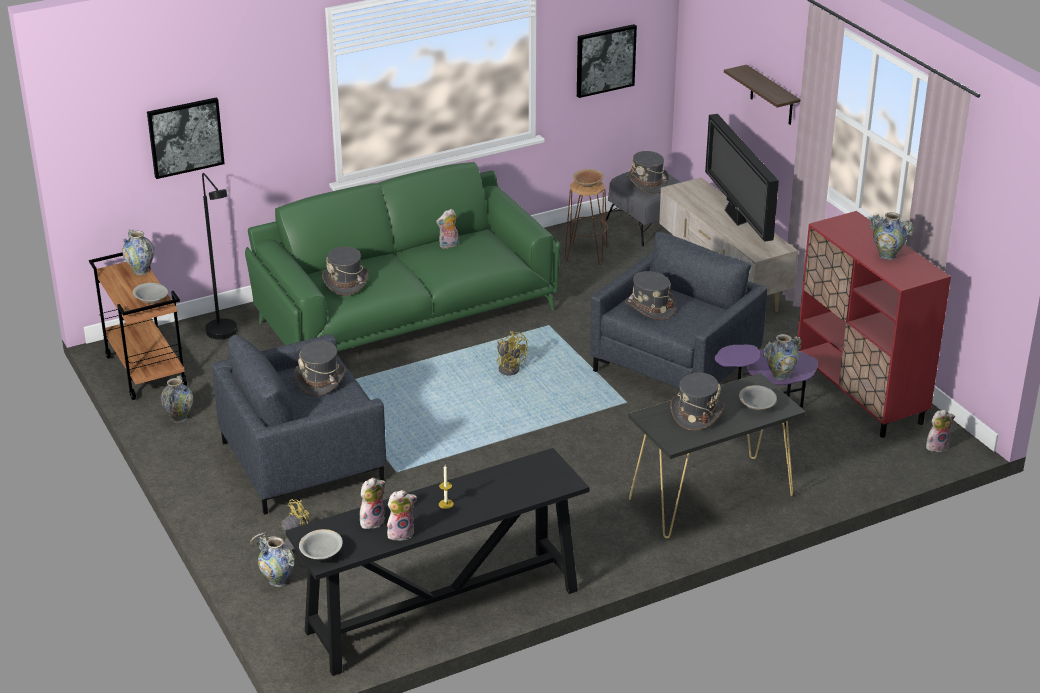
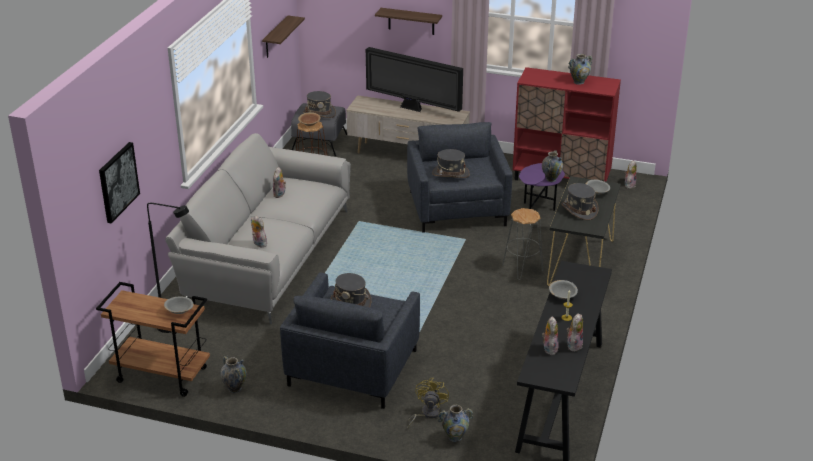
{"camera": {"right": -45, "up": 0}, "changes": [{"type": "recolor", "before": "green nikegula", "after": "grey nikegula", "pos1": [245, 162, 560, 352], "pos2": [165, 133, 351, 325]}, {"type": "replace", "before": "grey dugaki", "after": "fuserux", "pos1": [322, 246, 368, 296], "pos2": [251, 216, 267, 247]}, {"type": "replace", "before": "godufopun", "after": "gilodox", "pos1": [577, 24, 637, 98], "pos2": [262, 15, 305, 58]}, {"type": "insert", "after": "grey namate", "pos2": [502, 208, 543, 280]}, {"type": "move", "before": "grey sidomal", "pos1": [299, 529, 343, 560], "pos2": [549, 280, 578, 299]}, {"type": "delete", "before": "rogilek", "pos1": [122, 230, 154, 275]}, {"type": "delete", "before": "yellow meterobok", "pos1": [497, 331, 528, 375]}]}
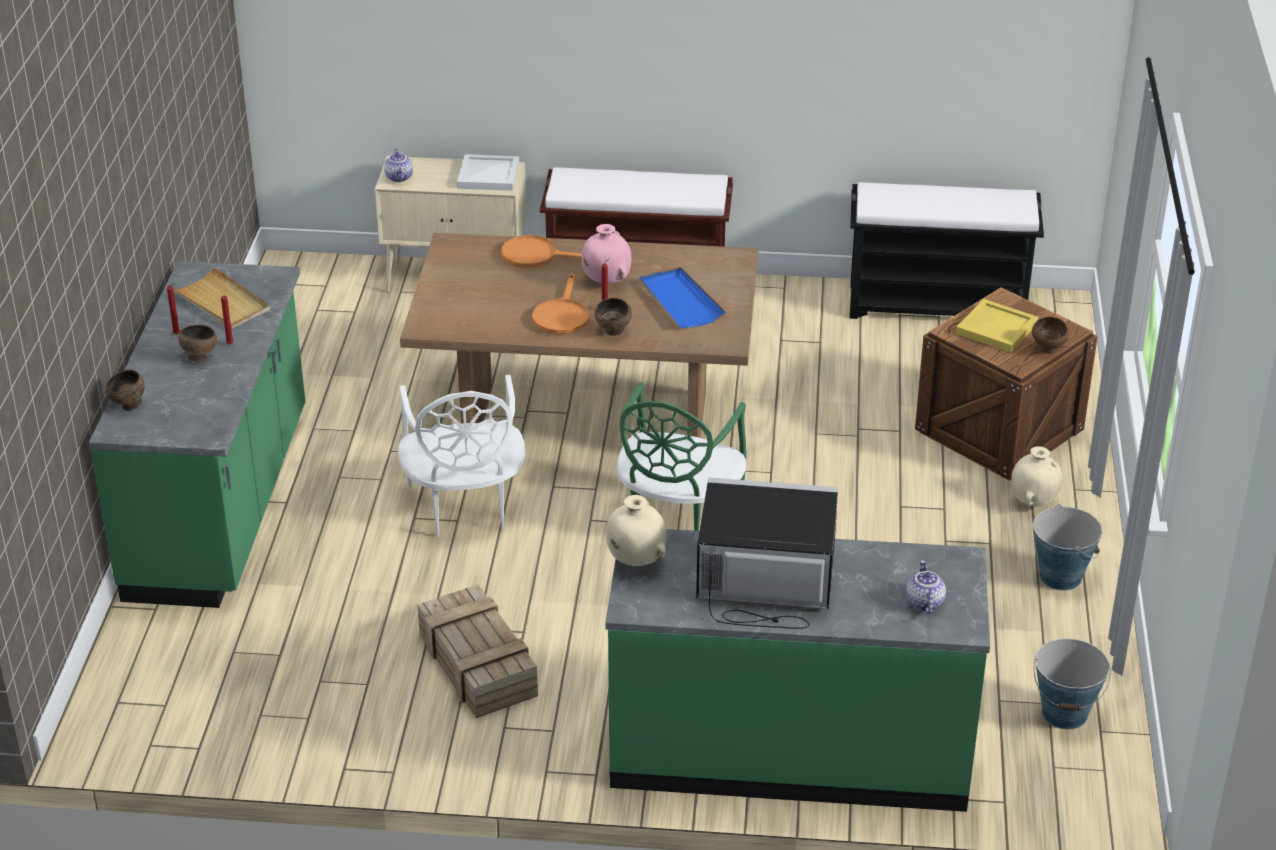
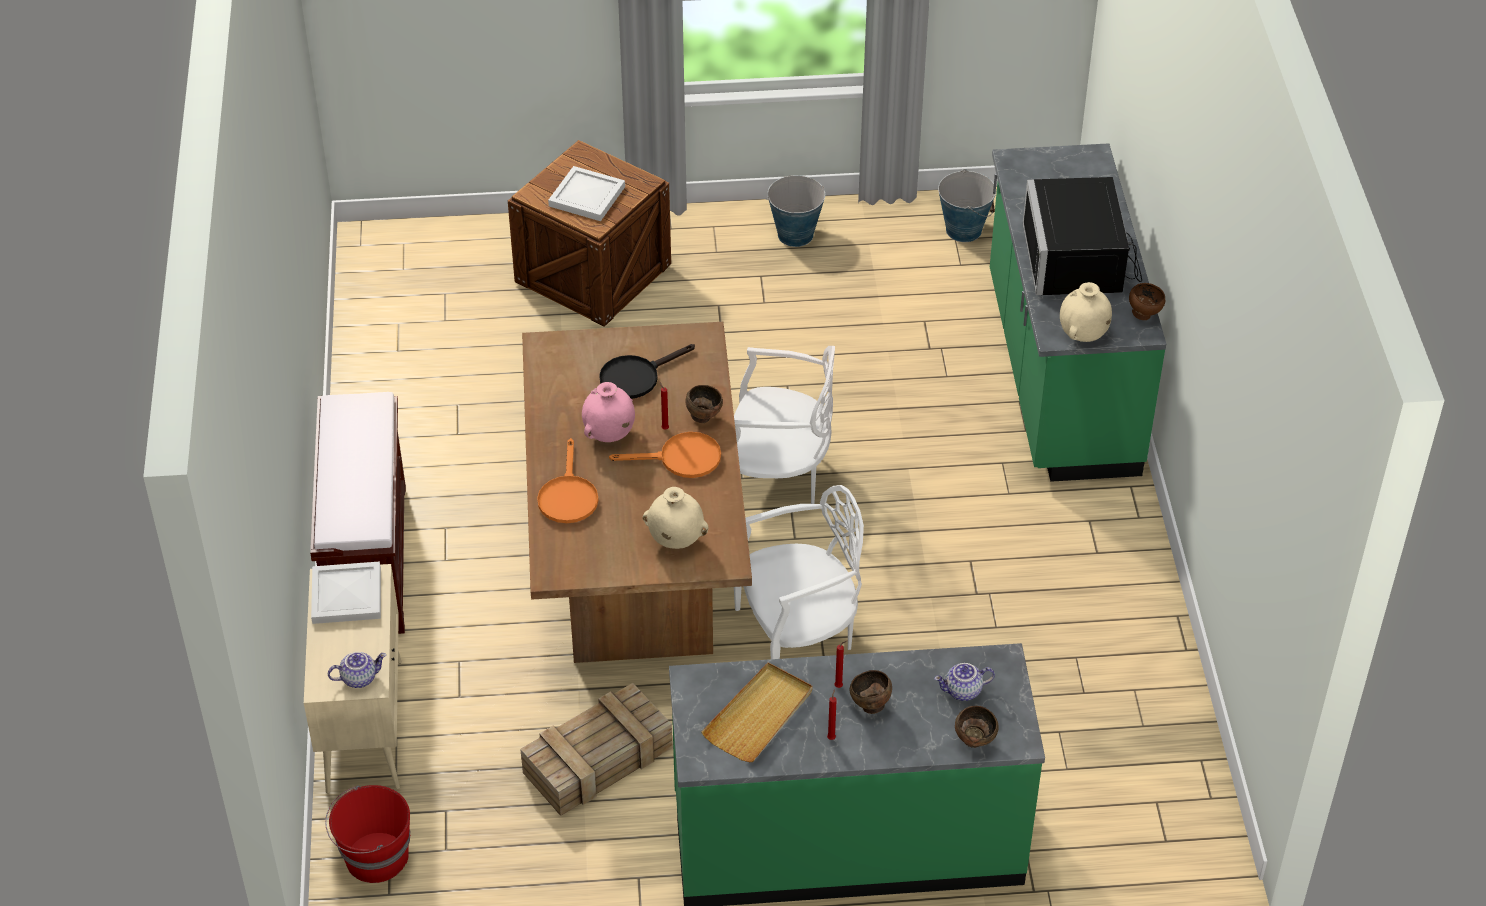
{"camera": {"right": -100, "up": 10}, "changes": [{"type": "insert", "after": "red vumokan", "pos2": [325, 785, 410, 883]}, {"type": "move", "before": "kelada", "pos1": [417, 584, 538, 718], "pos2": [520, 683, 673, 816]}, {"type": "recolor", "before": "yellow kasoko", "after": "white kasoko", "pos1": [956, 299, 1038, 353], "pos2": [548, 166, 625, 221]}, {"type": "replace", "before": "blue kasoko", "after": "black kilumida", "pos1": [640, 267, 726, 328], "pos2": [599, 344, 695, 399]}, {"type": "move", "before": "beige rogilek", "pos1": [1011, 446, 1063, 507], "pos2": [642, 487, 708, 549]}, {"type": "recolor", "before": "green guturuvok", "after": "white guturuvok", "pos1": [617, 382, 747, 531], "pos2": [734, 346, 835, 504]}, {"type": "move", "before": "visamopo", "pos1": [906, 560, 946, 614], "pos2": [934, 663, 995, 701]}, {"type": "move", "before": "brown sidomal", "pos1": [1032, 317, 1069, 354], "pos2": [1129, 283, 1165, 320]}, {"type": "delete", "before": "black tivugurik", "pos1": [850, 182, 1044, 319]}]}
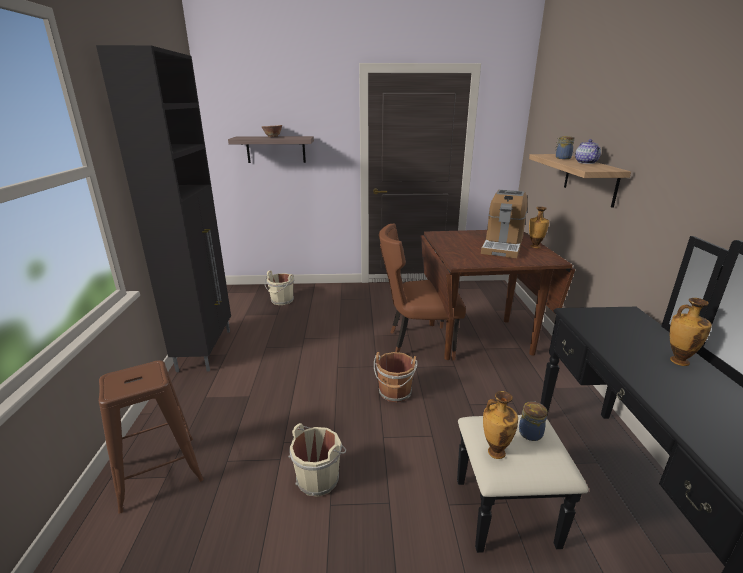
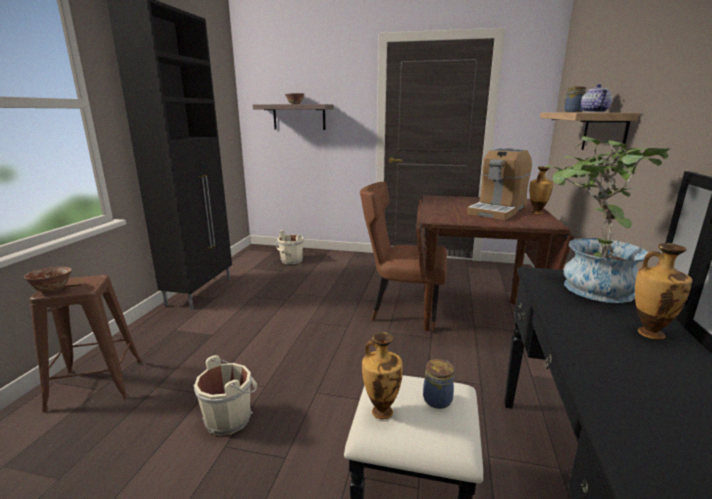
{"camera": {"right": 15, "up": -5}, "changes": [{"type": "insert", "after": "sidomal", "pos2": [24, 267, 72, 293]}, {"type": "insert", "after": "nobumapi", "pos2": [544, 136, 671, 303]}, {"type": "delete", "before": "brown vumokan", "pos1": [374, 352, 417, 402]}]}
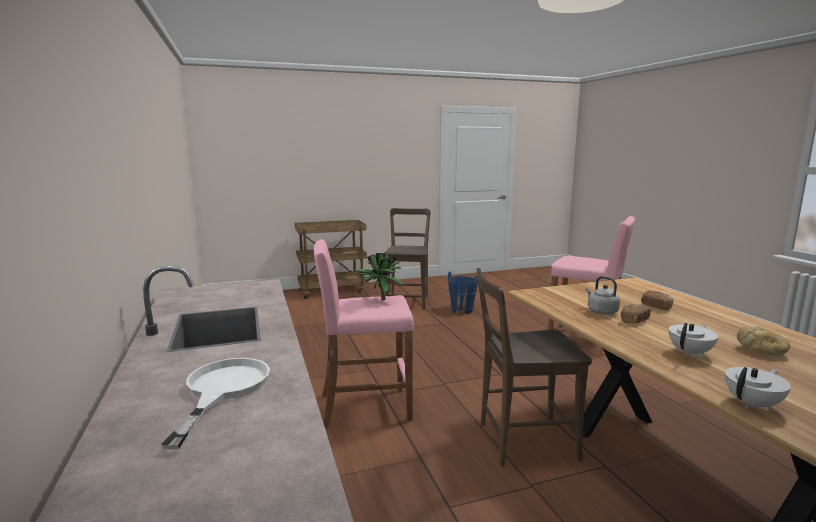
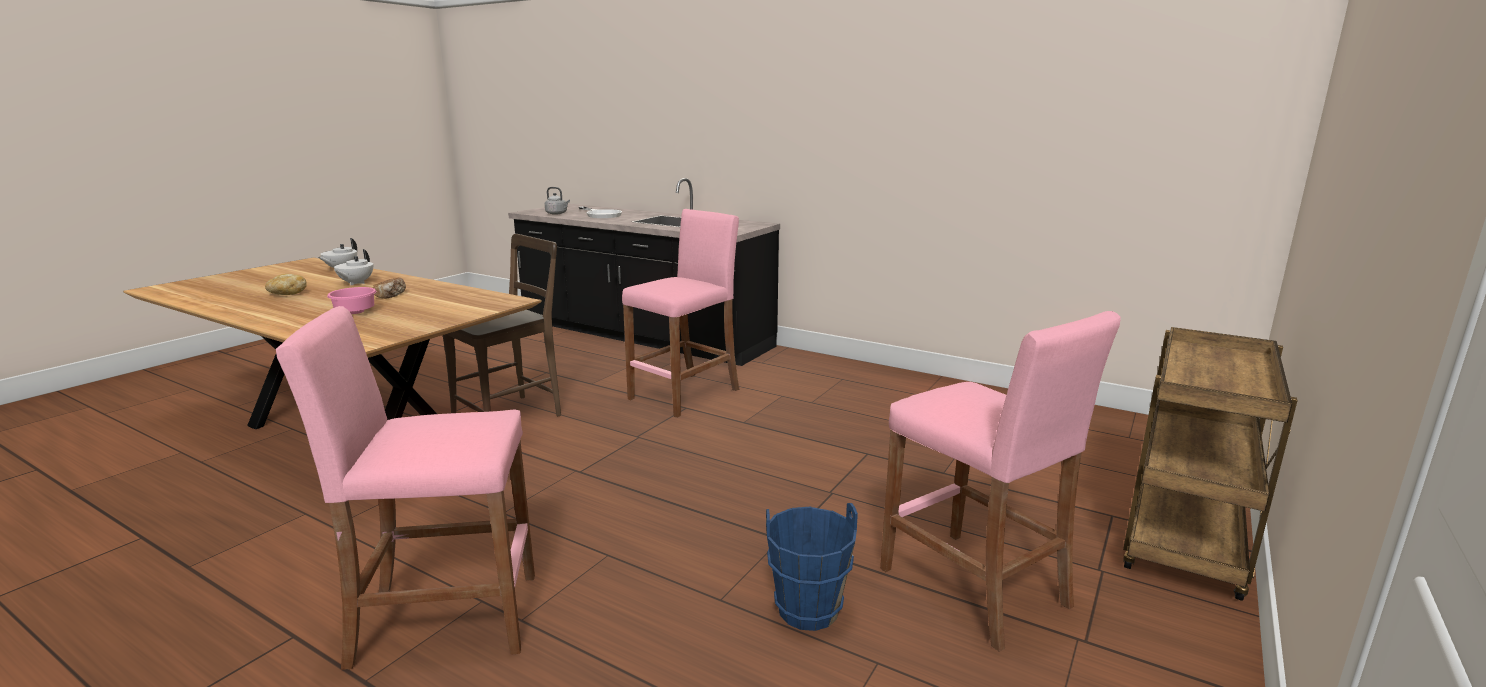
{"camera": {"right": 140, "up": 5}, "changes": [{"type": "replace", "before": "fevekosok", "after": "pink sidomal", "pos1": [641, 291, 673, 310], "pos2": [327, 287, 376, 314]}, {"type": "move", "before": "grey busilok", "pos1": [586, 276, 620, 315], "pos2": [545, 187, 570, 215]}, {"type": "replace", "before": "brown guturuvok", "after": "pink namate", "pos1": [384, 208, 430, 310], "pos2": [880, 311, 1121, 652]}, {"type": "delete", "before": "nobumapi", "pos1": [359, 253, 403, 300]}]}
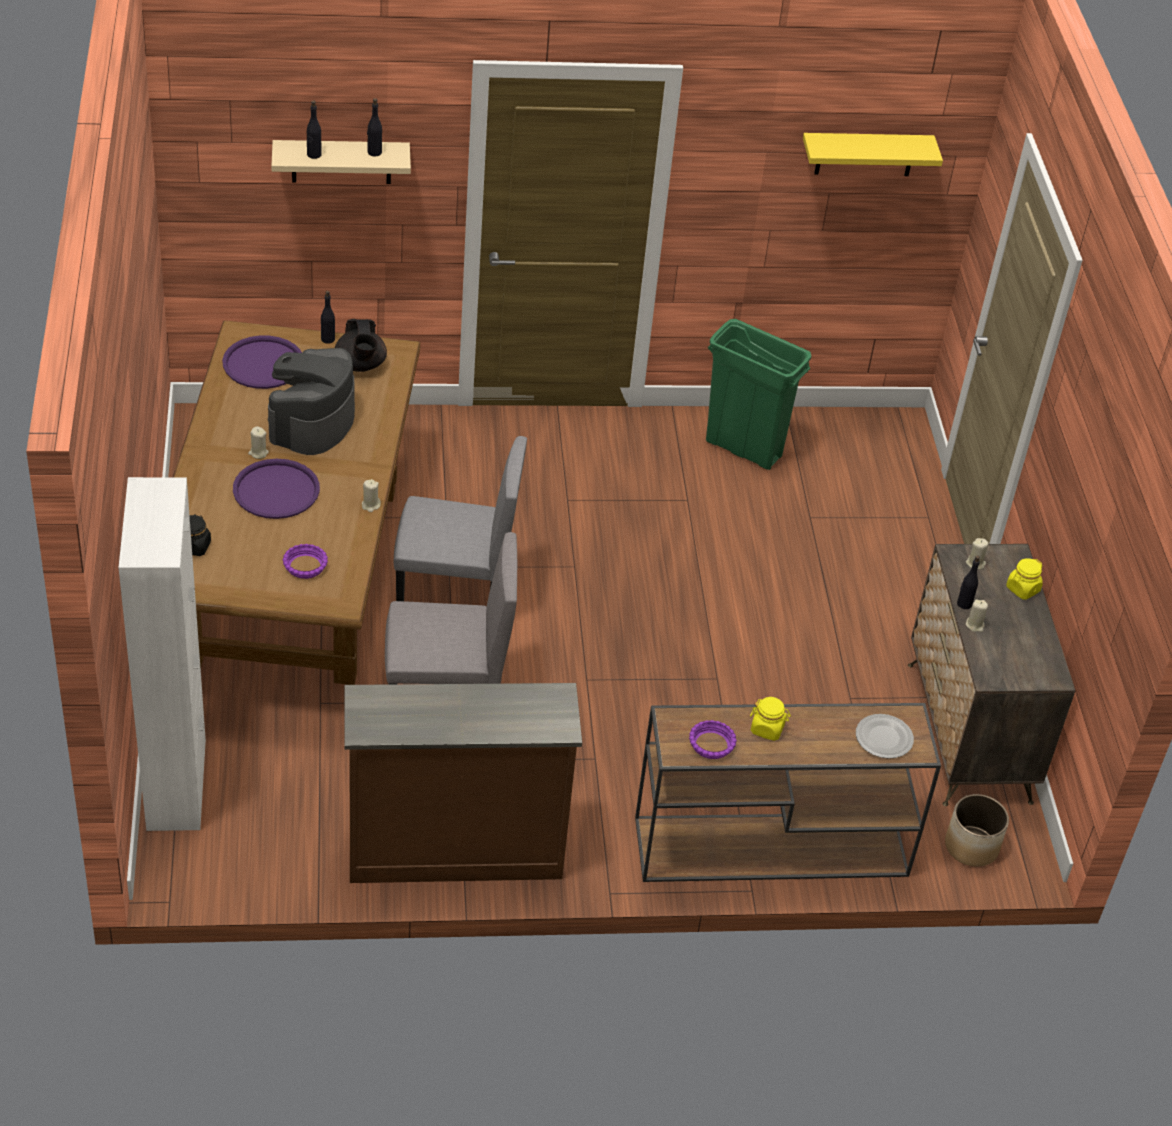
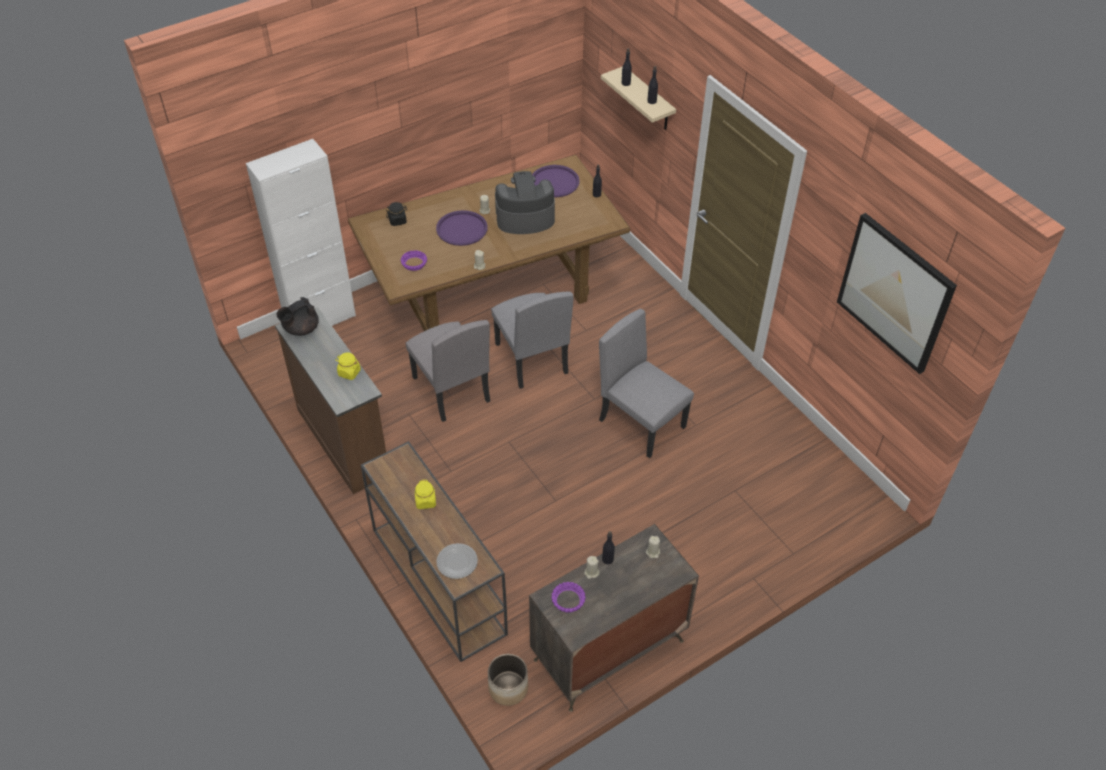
{"camera": {"right": 65, "up": 5}, "changes": [{"type": "move", "before": "black visamopo", "pos1": [335, 319, 387, 372], "pos2": [277, 297, 319, 336]}, {"type": "move", "before": "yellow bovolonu", "pos1": [1007, 558, 1043, 600], "pos2": [336, 352, 361, 380]}, {"type": "move", "before": "purple sidomal", "pos1": [689, 720, 737, 759], "pos2": [552, 582, 586, 613]}, {"type": "insert", "after": "grey guturuvok", "pos2": [599, 309, 694, 458]}, {"type": "replace", "before": "yellow gilodox", "after": "godufopun", "pos1": [803, 133, 943, 176], "pos2": [837, 213, 957, 374]}, {"type": "delete", "before": "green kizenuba", "pos1": [706, 319, 811, 470]}]}
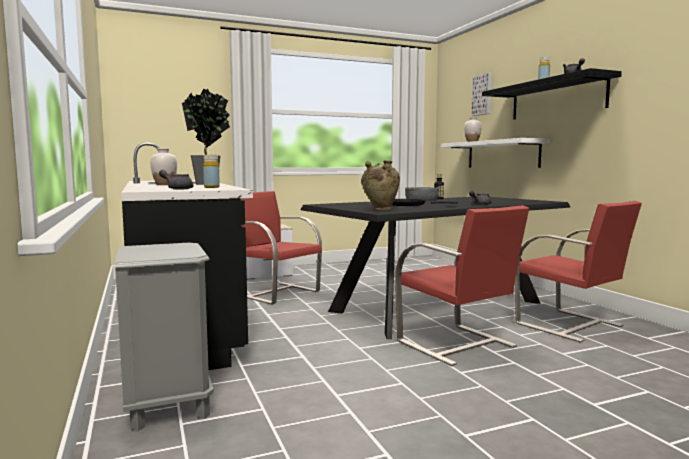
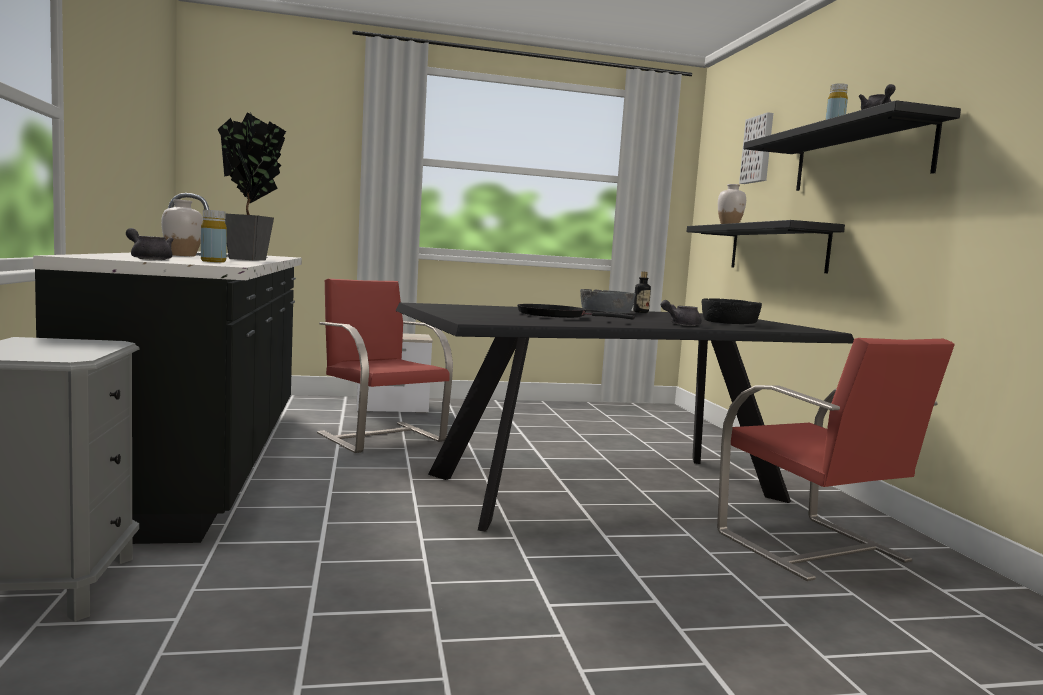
{"camera": {"right": 10, "up": 0}, "changes": [{"type": "recolor", "before": "white gilodox", "after": "black gilodox", "pos1": [441, 138, 550, 168], "pos2": [687, 220, 845, 273]}, {"type": "insert", "after": "black sidomal", "pos2": [702, 298, 762, 324]}, {"type": "delete", "before": "beige rogilek", "pos1": [361, 160, 400, 211]}, {"type": "delete", "before": "red guturuvok", "pos1": [395, 205, 529, 366]}]}
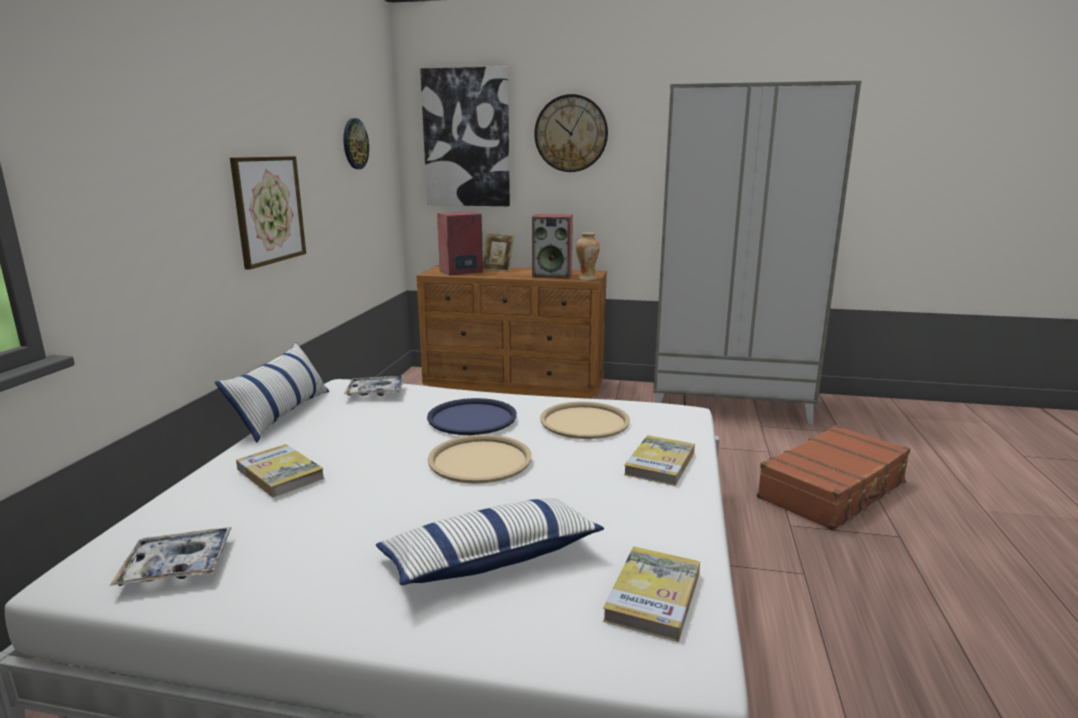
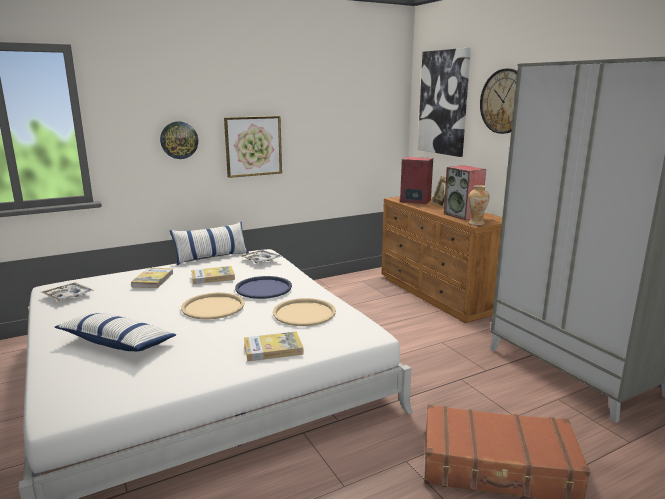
{"camera": {"right": 50, "up": 0}, "changes": [{"type": "move", "before": "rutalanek", "pos1": [343, 118, 369, 169], "pos2": [160, 121, 198, 159]}, {"type": "move", "before": "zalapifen", "pos1": [603, 546, 700, 642], "pos2": [191, 266, 235, 284]}]}
